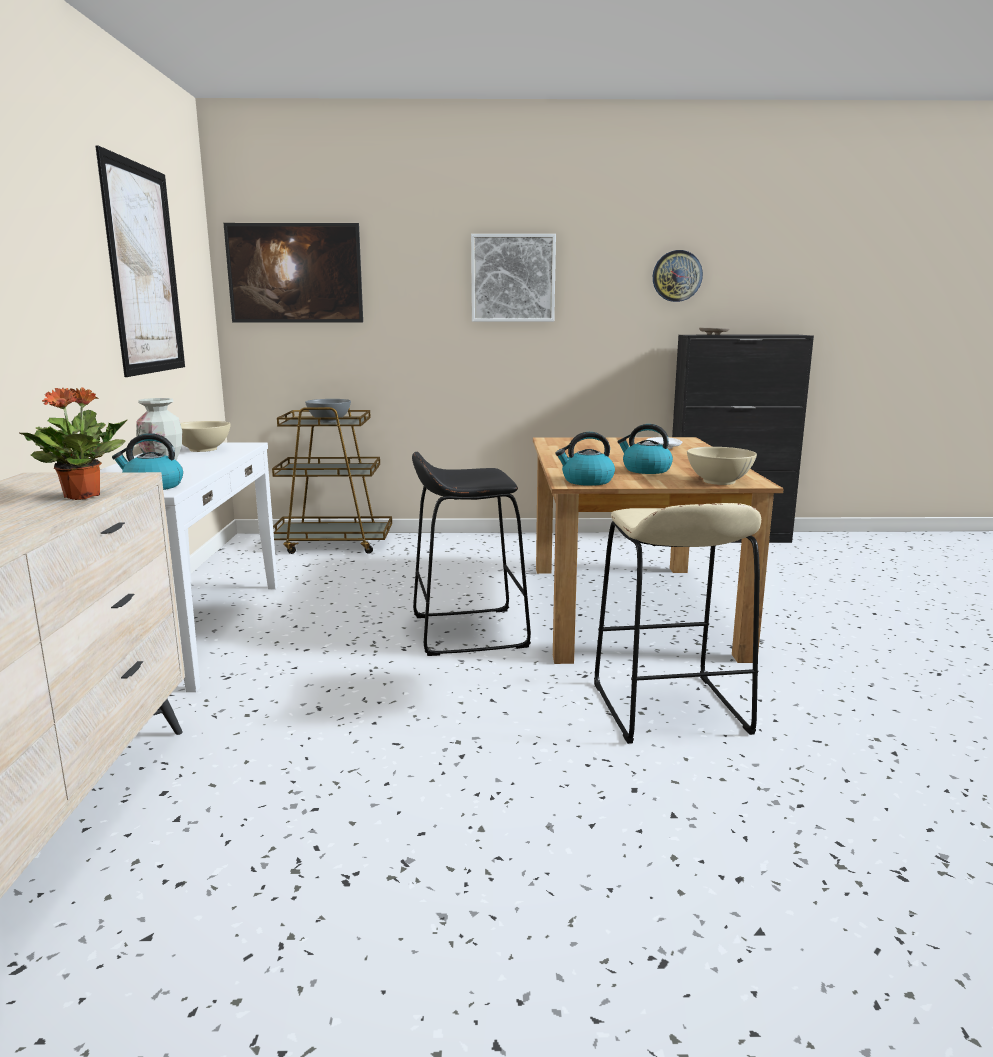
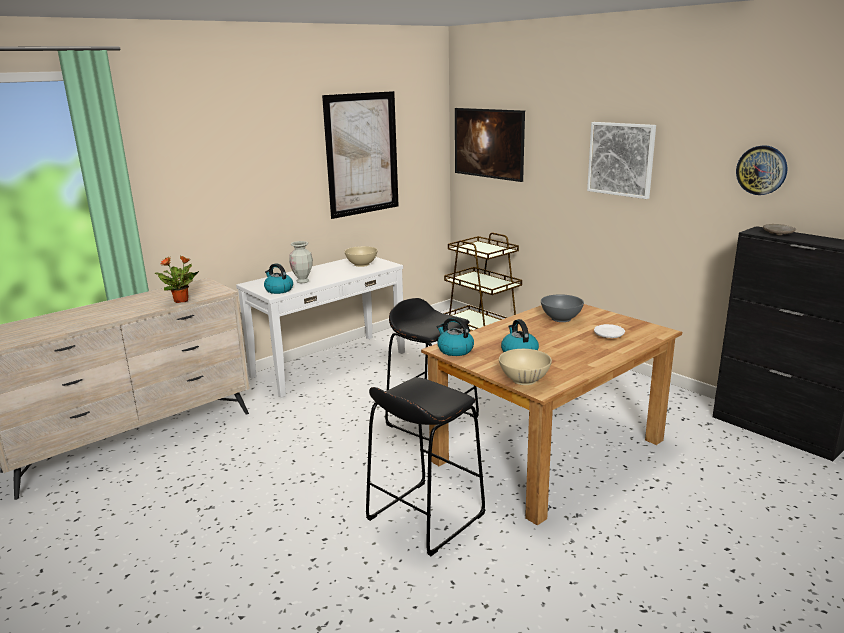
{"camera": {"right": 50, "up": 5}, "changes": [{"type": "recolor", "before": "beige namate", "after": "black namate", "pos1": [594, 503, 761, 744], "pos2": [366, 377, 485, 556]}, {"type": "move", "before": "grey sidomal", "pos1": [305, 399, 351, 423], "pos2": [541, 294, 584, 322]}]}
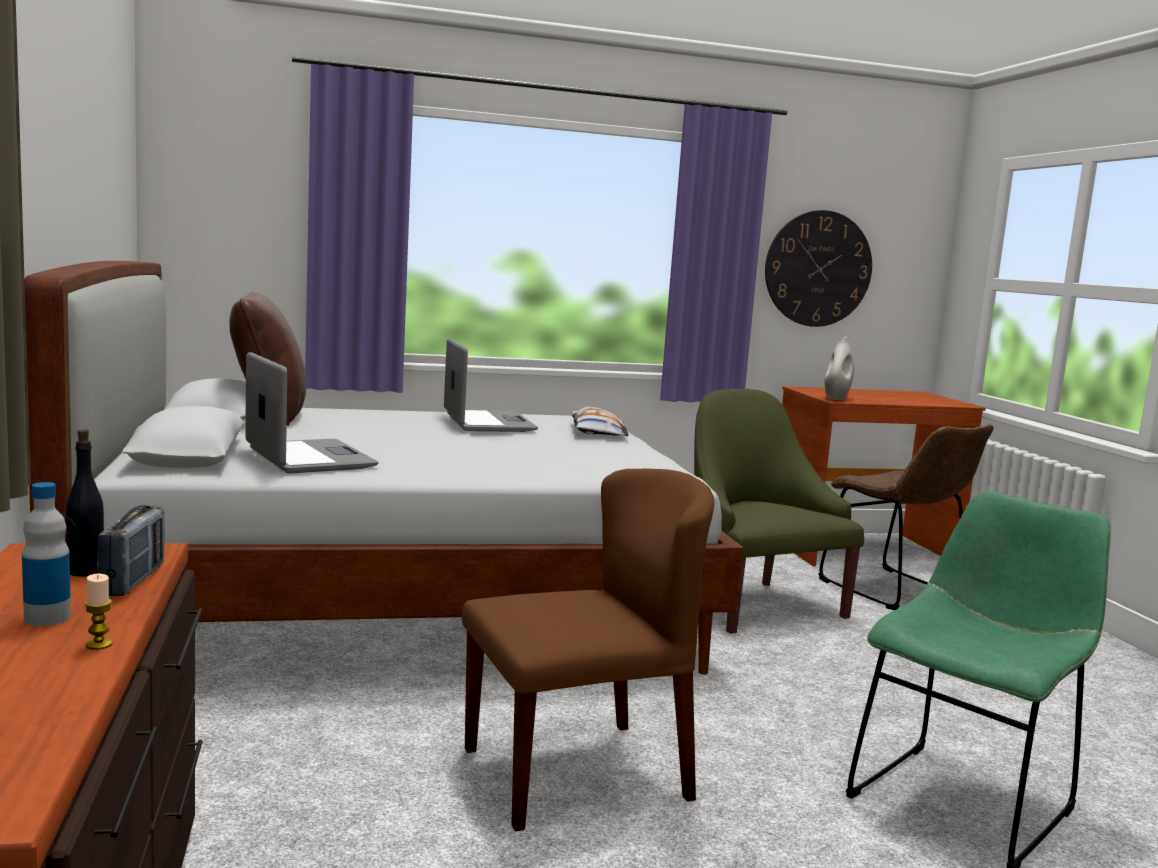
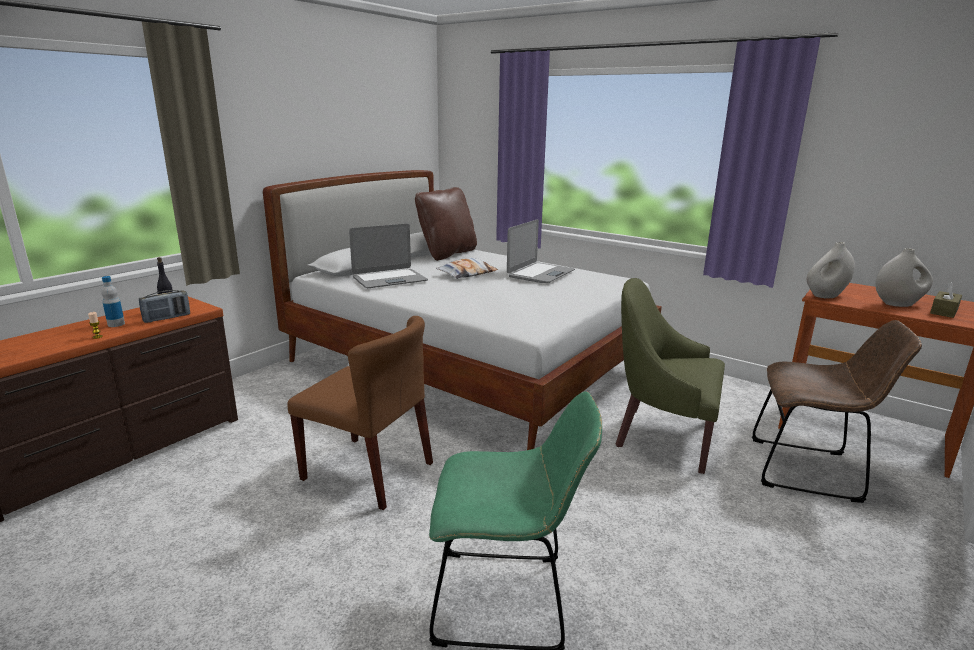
{"camera": {"right": 50, "up": 10}, "changes": [{"type": "rotate", "before": "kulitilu", "pos1": [245, 352, 378, 474], "pos2": [349, 224, 428, 288], "turn": 45}, {"type": "move", "before": "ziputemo", "pos1": [572, 407, 629, 436], "pos2": [436, 258, 498, 279]}, {"type": "rotate", "before": "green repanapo", "pos1": [694, 388, 864, 634], "pos2": [616, 278, 725, 474], "turn": -90}, {"type": "rotate", "before": "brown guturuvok", "pos1": [818, 424, 994, 610], "pos2": [752, 320, 922, 503], "turn": -90}, {"type": "insert", "after": "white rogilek", "pos2": [875, 248, 933, 307]}, {"type": "insert", "after": "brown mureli", "pos2": [930, 282, 962, 318]}, {"type": "delete", "before": "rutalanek", "pos1": [765, 210, 872, 327]}]}
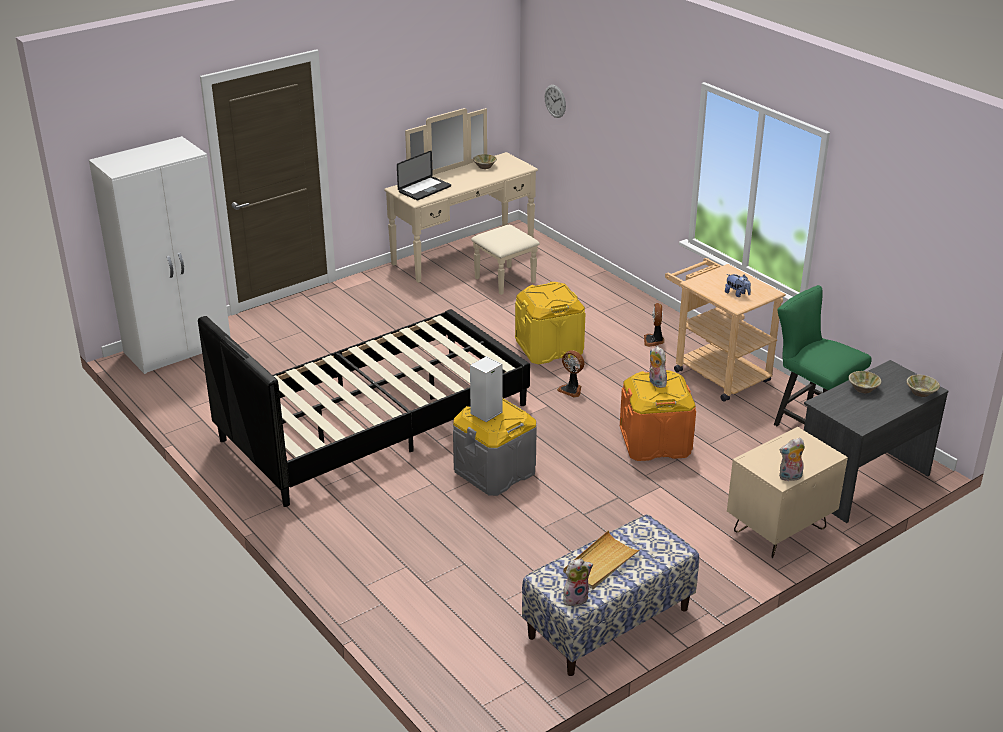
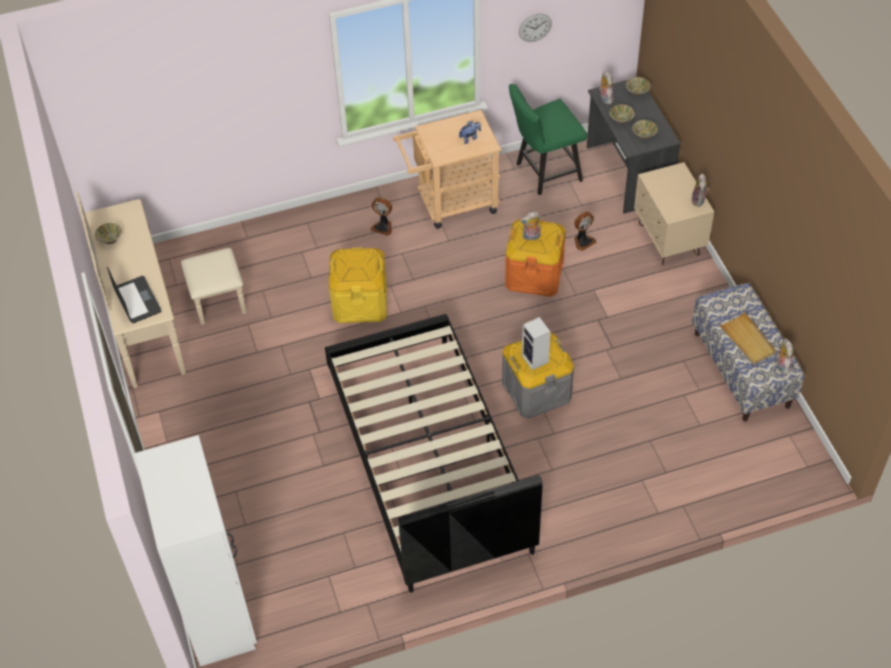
{"camera": {"right": -70, "up": 20}, "changes": [{"type": "move", "before": "rutalanek", "pos1": [545, 85, 566, 118], "pos2": [519, 14, 552, 42]}, {"type": "move", "before": "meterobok", "pos1": [557, 350, 584, 398], "pos2": [574, 212, 596, 251]}, {"type": "insert", "after": "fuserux", "pos2": [599, 71, 614, 104]}, {"type": "insert", "after": "beige sidomal", "pos2": [632, 120, 658, 140]}]}
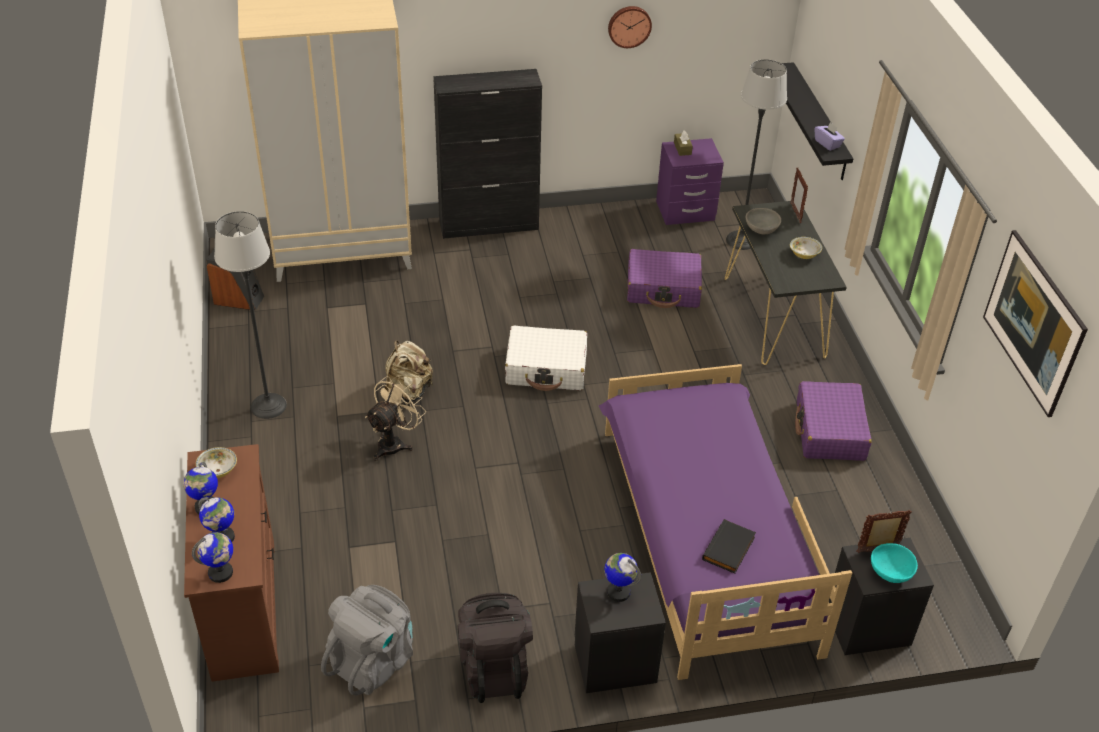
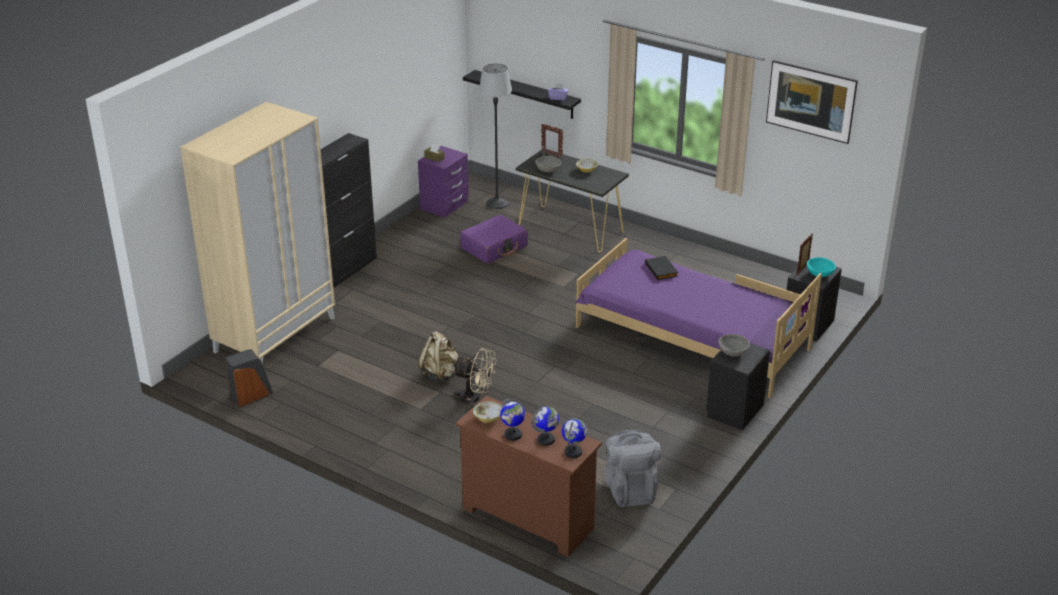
{"camera": {"right": -45, "up": -10}, "changes": [{"type": "rotate", "before": "beige meterobok", "pos1": [365, 376, 426, 461], "pos2": [453, 348, 497, 409], "turn": 120}, {"type": "move", "before": "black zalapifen", "pos1": [702, 519, 756, 574], "pos2": [645, 256, 678, 280]}, {"type": "replace", "before": "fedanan", "after": "grey sidomal", "pos1": [604, 553, 641, 602], "pos2": [719, 334, 750, 357]}, {"type": "delete", "before": "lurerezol", "pos1": [214, 211, 287, 419]}, {"type": "delete", "before": "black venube", "pos1": [458, 593, 533, 703]}, {"type": "delete", "before": "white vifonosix", "pos1": [505, 325, 587, 391]}, {"type": "delete", "before": "rutalanek", "pos1": [608, 6, 652, 48]}, {"type": "delete", "before": "purple vifonosix", "pos1": [795, 381, 872, 461]}]}
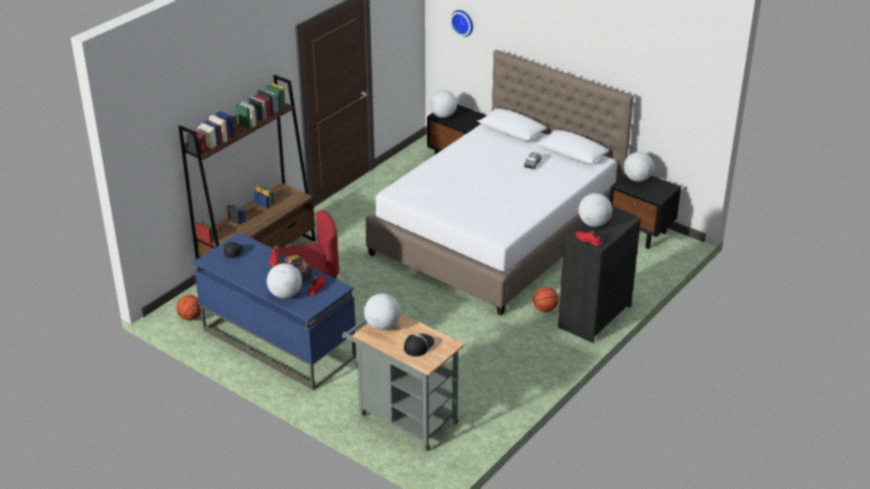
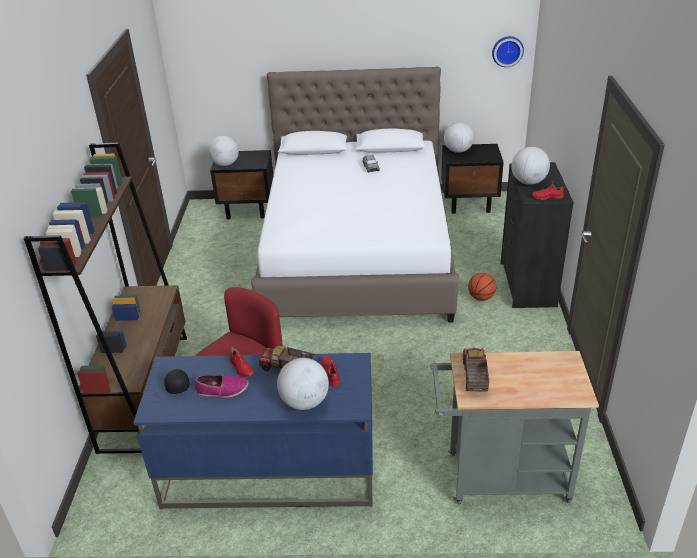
{"camera": {"right": -35, "up": 0}, "changes": [{"type": "insert", "after": "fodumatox", "pos2": [195, 375, 248, 398]}, {"type": "replace", "before": "fedanan", "after": "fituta", "pos1": [364, 293, 401, 330], "pos2": [463, 348, 489, 391]}, {"type": "move", "before": "rutalanek", "pos1": [450, 10, 473, 37], "pos2": [492, 36, 524, 67]}, {"type": "delete", "before": "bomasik", "pos1": [176, 295, 201, 321]}, {"type": "delete", "before": "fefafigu", "pos1": [404, 334, 434, 356]}]}
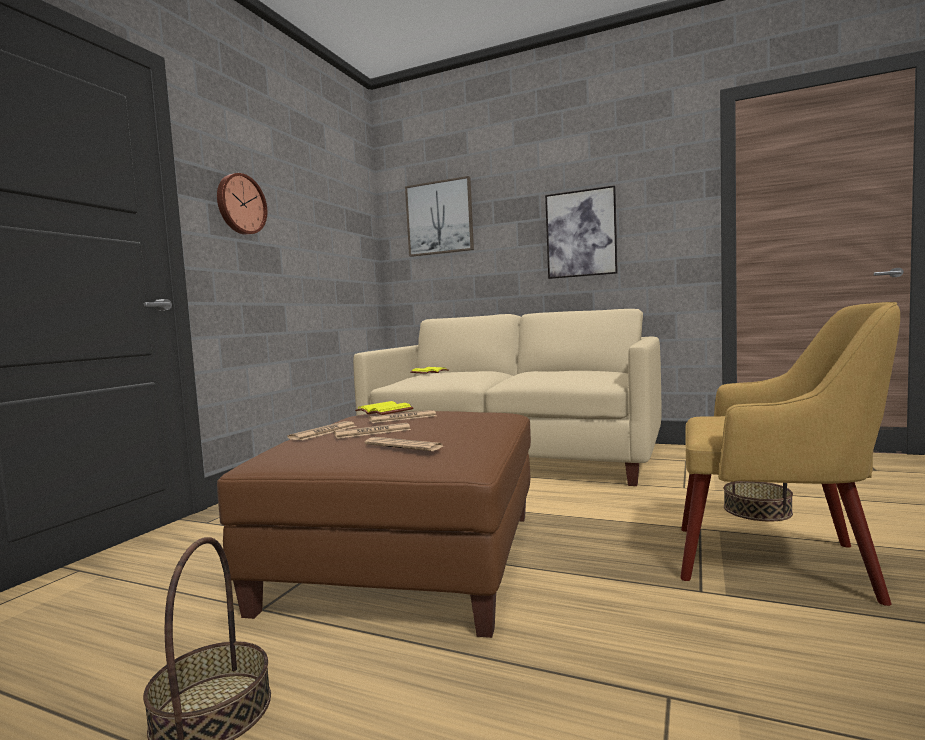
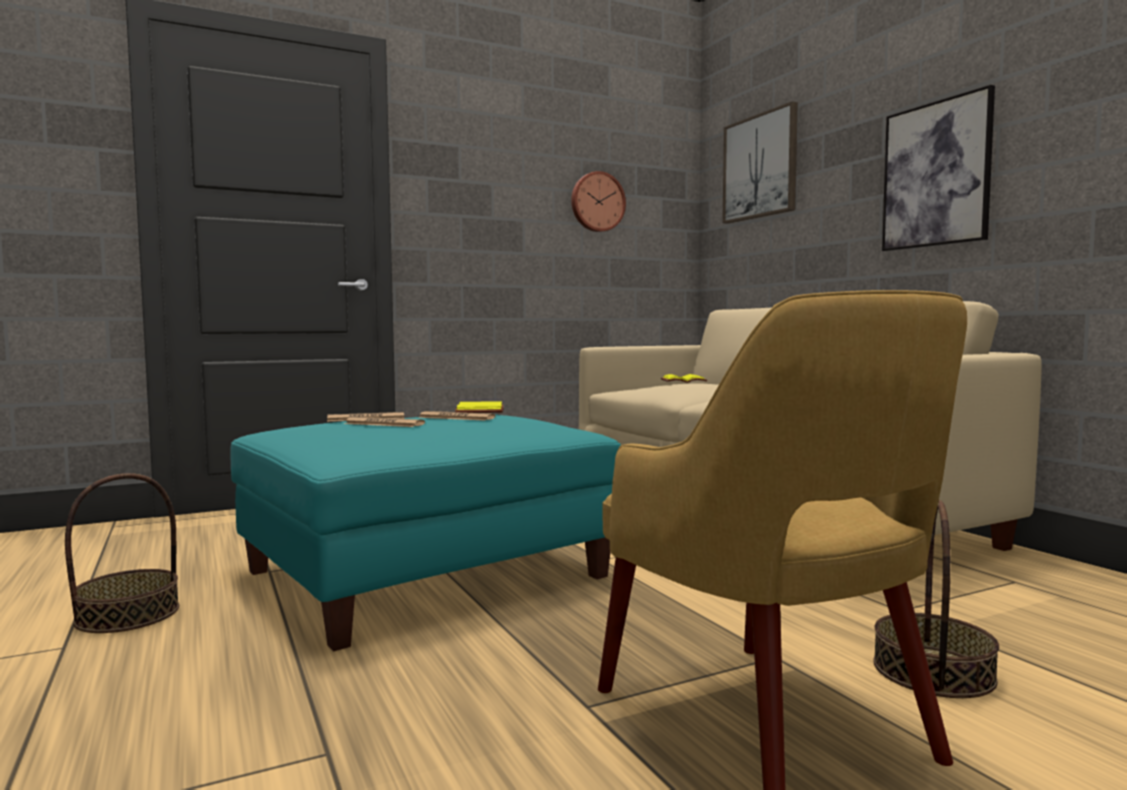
{"camera": {"right": 40, "up": 0}, "changes": [{"type": "recolor", "before": "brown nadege", "after": "turquoise nadege", "pos1": [217, 411, 531, 638], "pos2": [231, 414, 621, 651]}, {"type": "move", "before": "rutalanek", "pos1": [217, 173, 267, 235], "pos2": [571, 171, 626, 232]}, {"type": "delete", "before": "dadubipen", "pos1": [365, 437, 443, 451]}]}
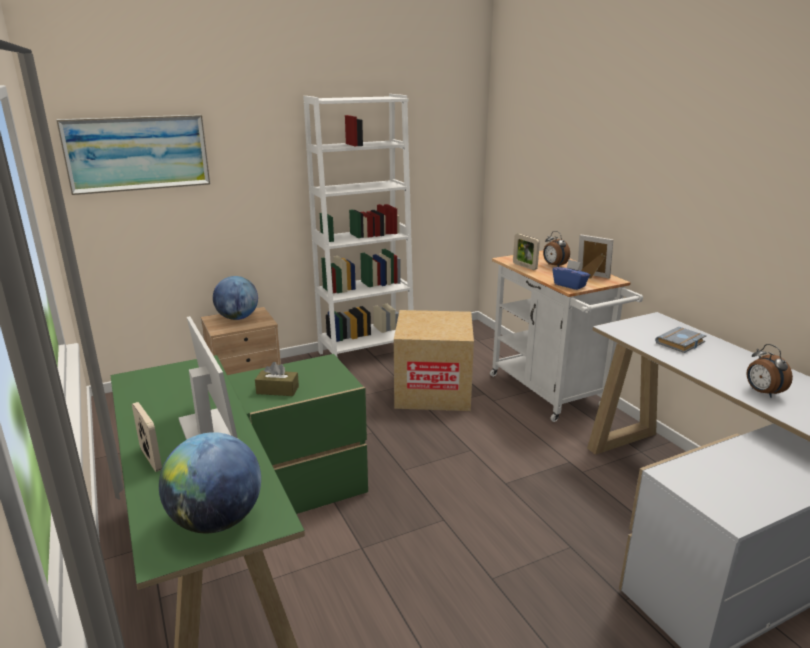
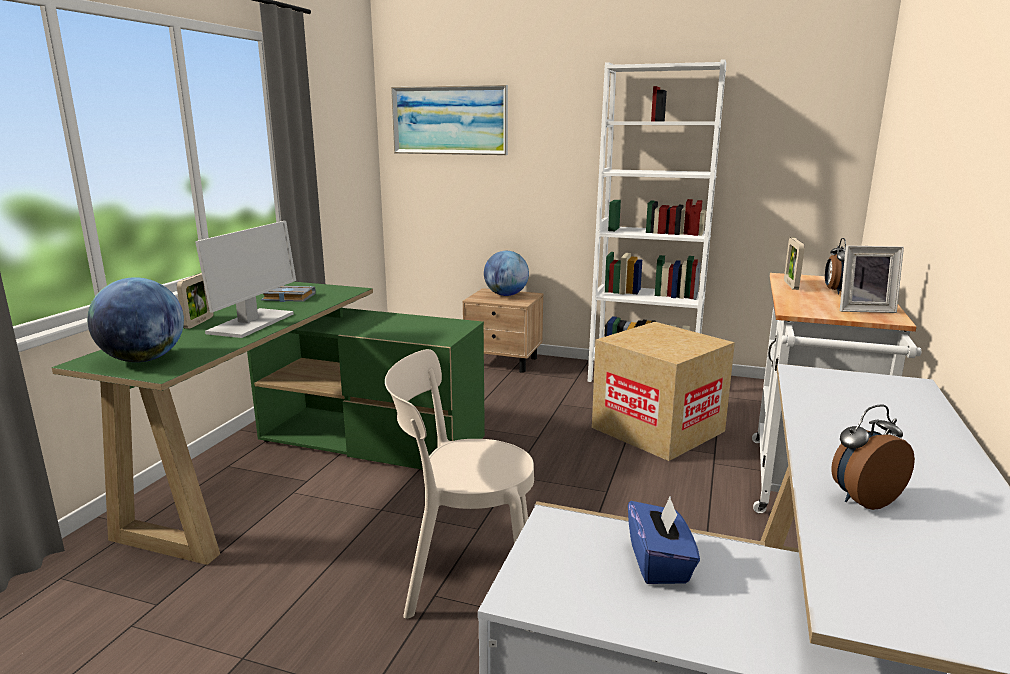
{"camera": {"right": 45, "up": -5}, "changes": [{"type": "move", "before": "grey zalapifen", "pos1": [655, 327, 707, 353], "pos2": [261, 286, 316, 302]}, {"type": "insert", "after": "beige guturuvok", "pos2": [385, 349, 534, 619]}, {"type": "move", "before": "blue mureli", "pos1": [552, 259, 590, 290], "pos2": [628, 495, 700, 584]}, {"type": "rotate", "before": "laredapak", "pos1": [746, 344, 793, 398], "pos2": [831, 405, 915, 510], "turn": 45}, {"type": "rotate", "before": "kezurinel", "pos1": [578, 234, 613, 279], "pos2": [840, 246, 904, 313], "turn": 105}, {"type": "delete", "before": "brown mureli", "pos1": [255, 362, 299, 396]}]}
